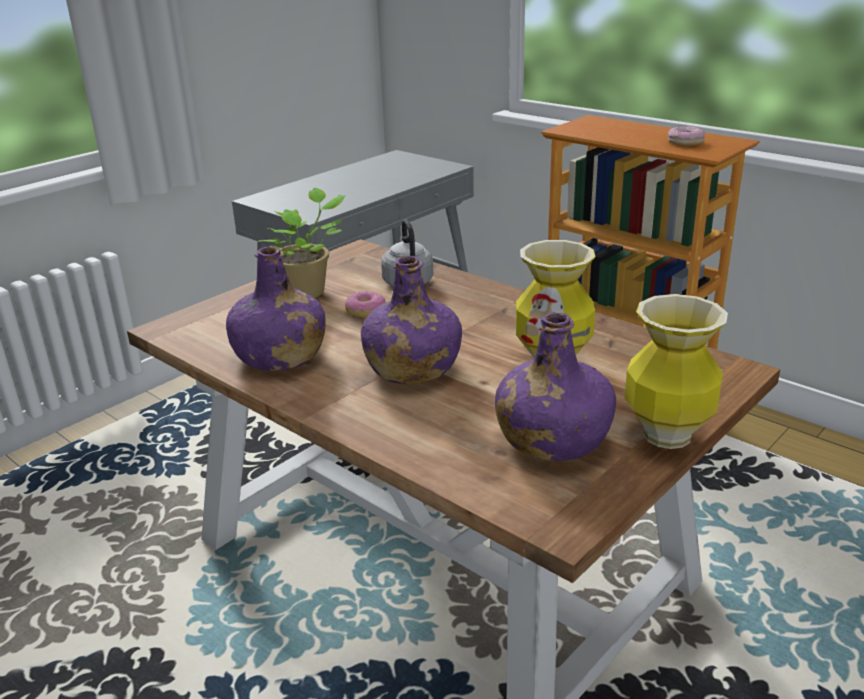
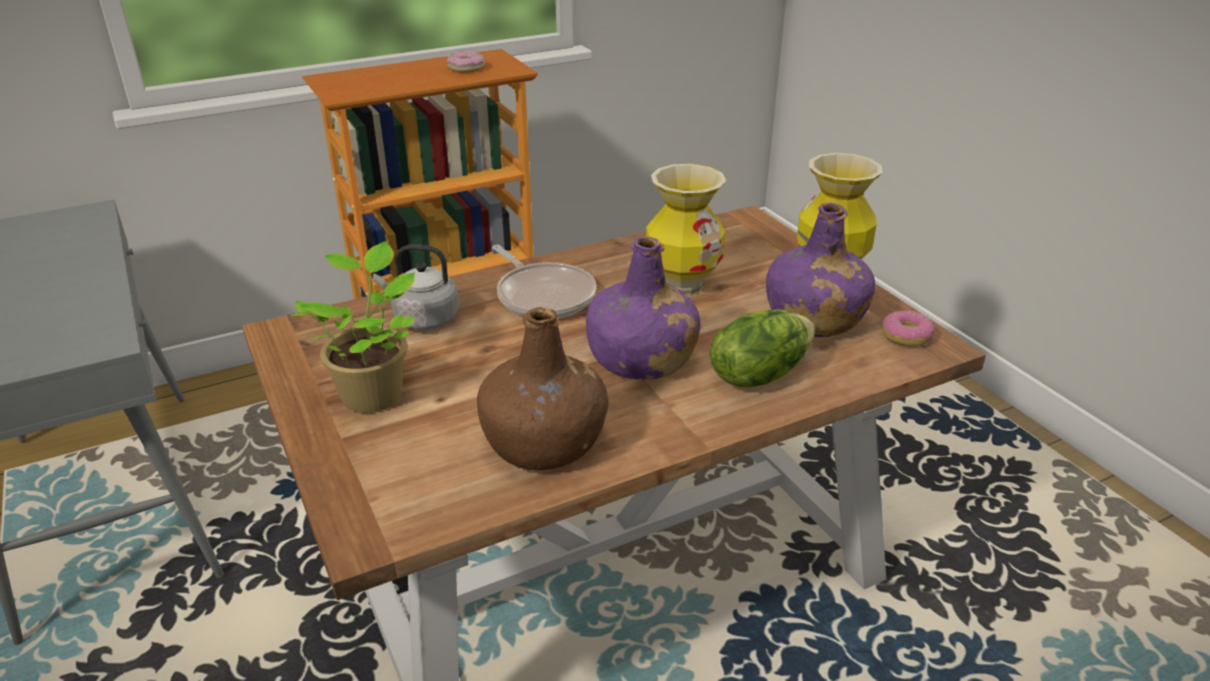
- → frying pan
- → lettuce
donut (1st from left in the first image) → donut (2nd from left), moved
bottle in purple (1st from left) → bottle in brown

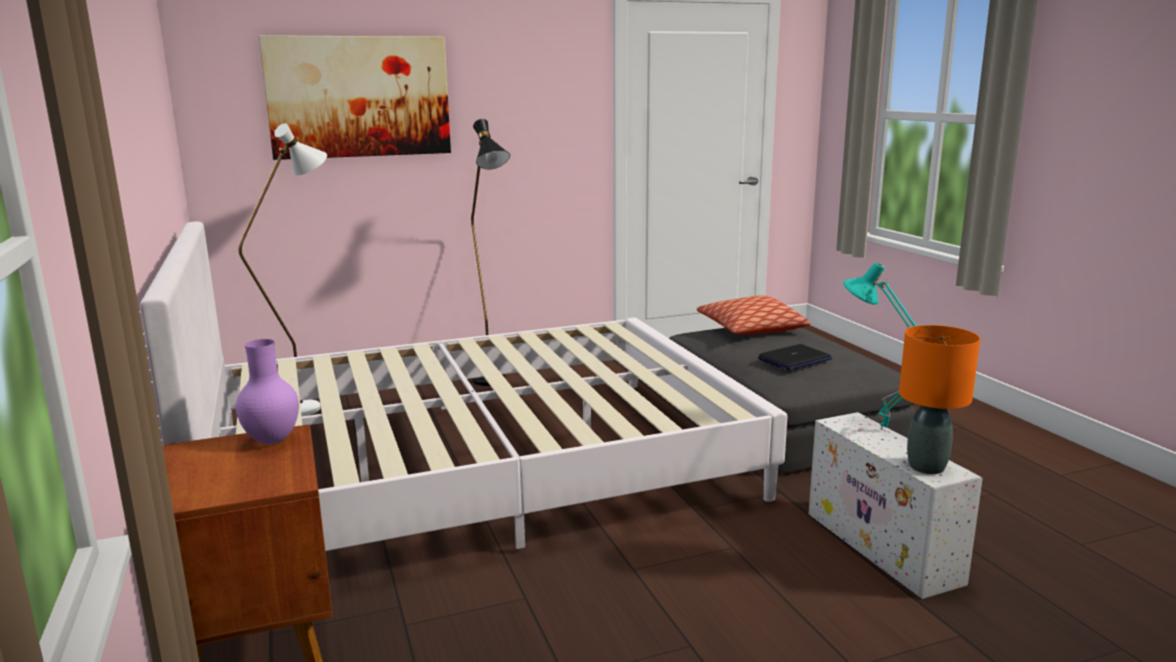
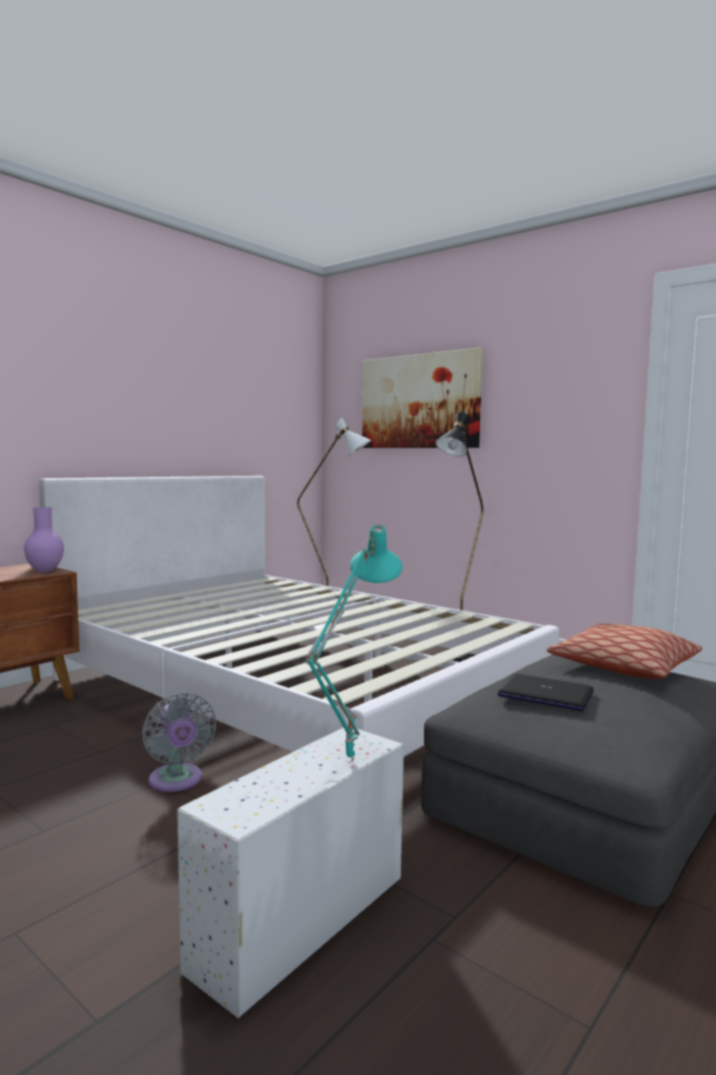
table lamp in orange → -
- → fan in grey

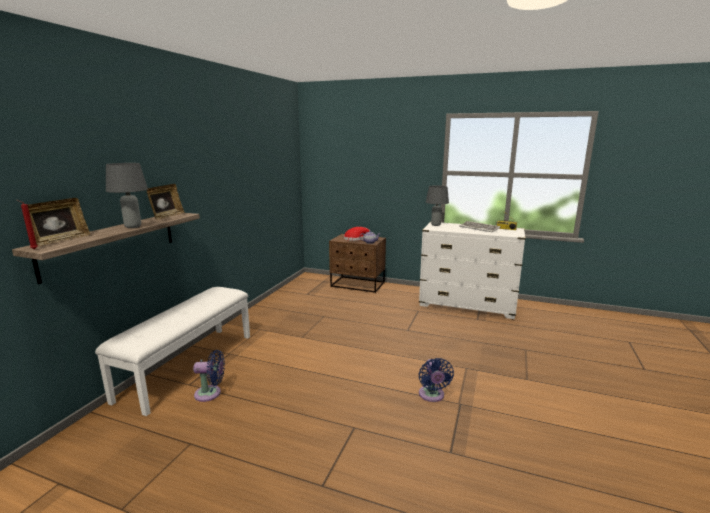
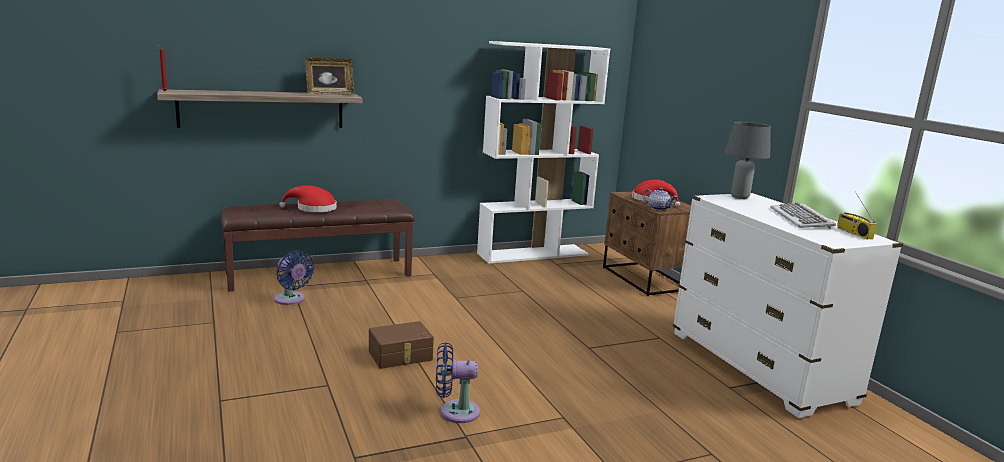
picture frame (1st from left) → -
table lamp in grey (1st from left) → -
- → hat in red (1st from left)
- → storage box in brown
- → bookcase in white
bench in white → bench in brown
fan in blue (2nd from left), 45 degrees clockwise

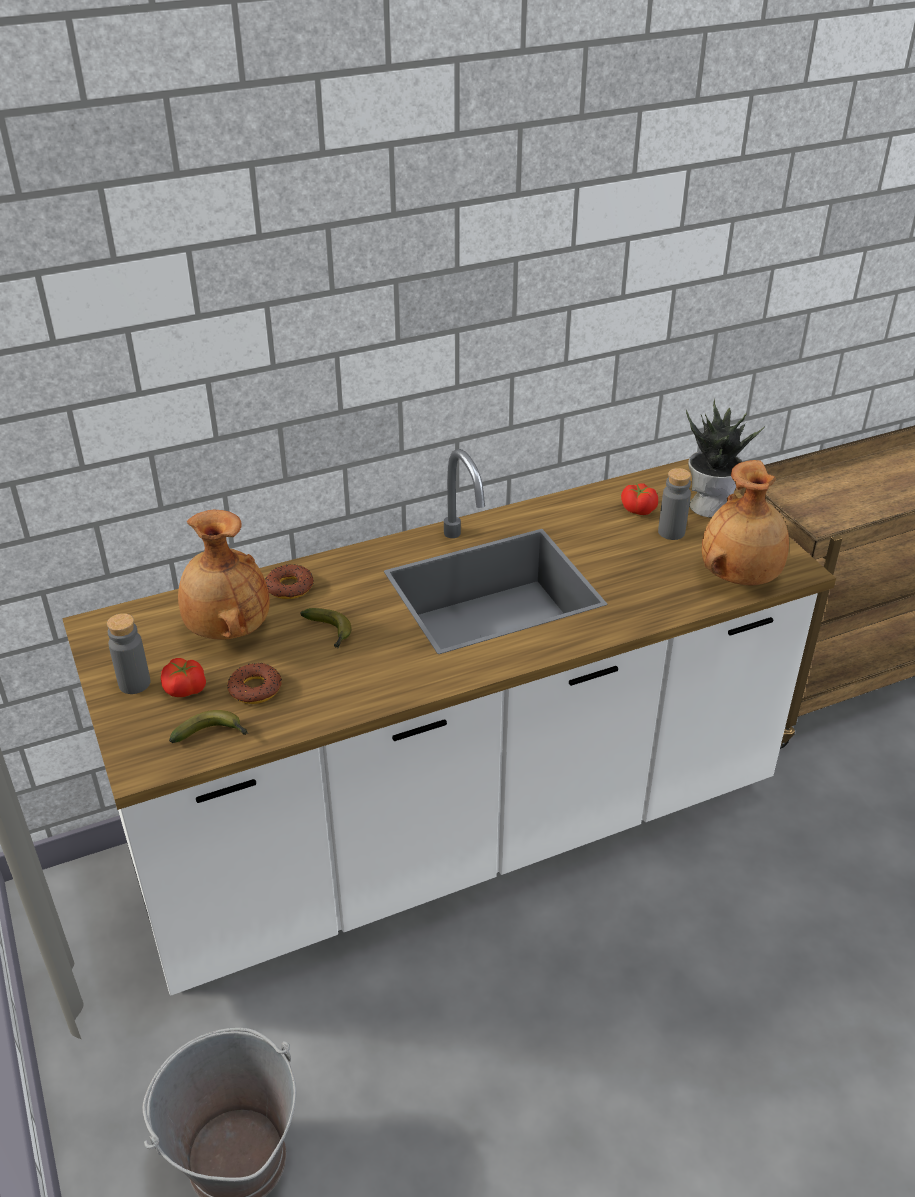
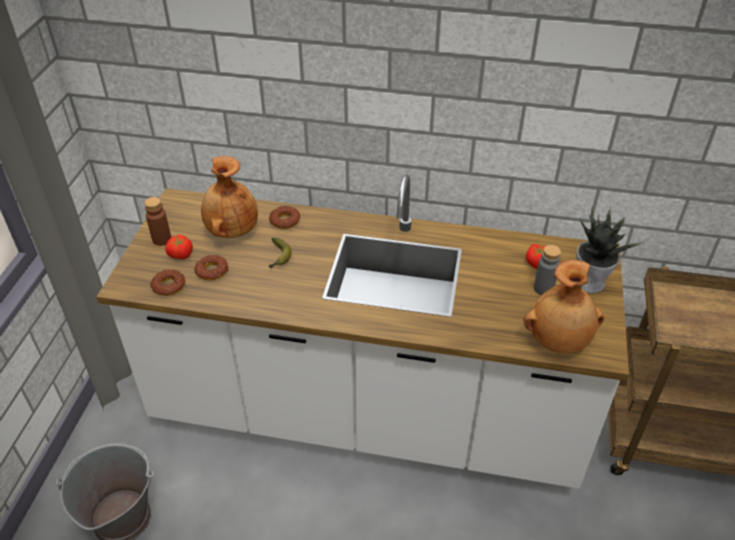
banana (1st from left) → donut (1st from left)
bottle in grey (1st from left) → bottle in brown

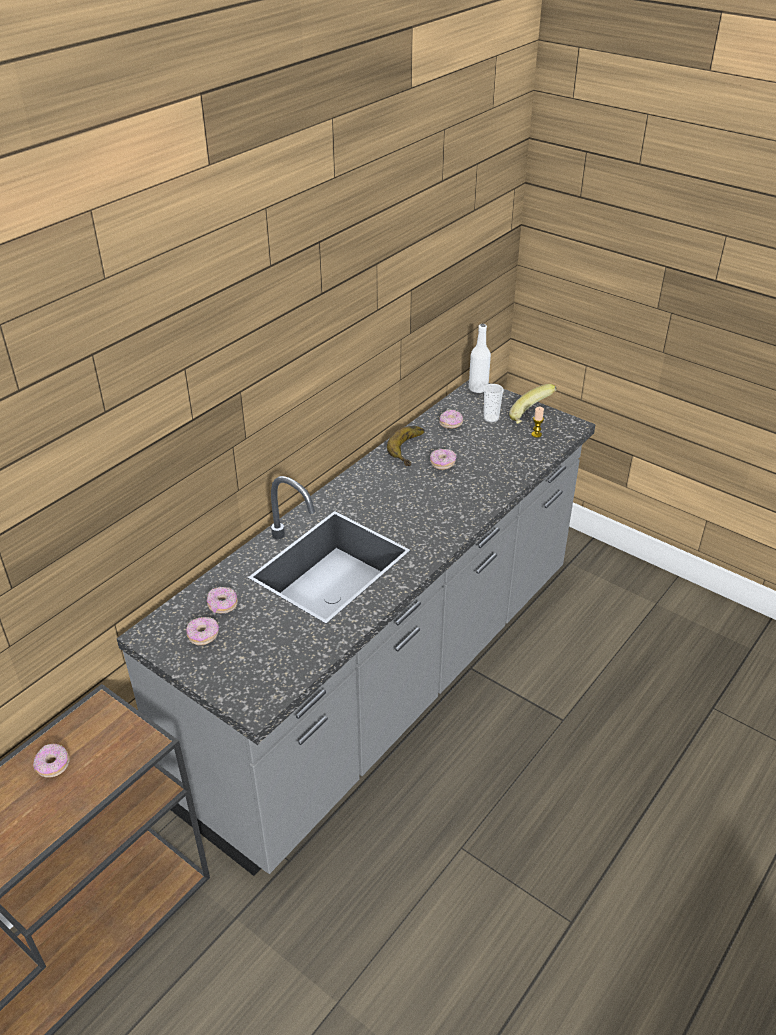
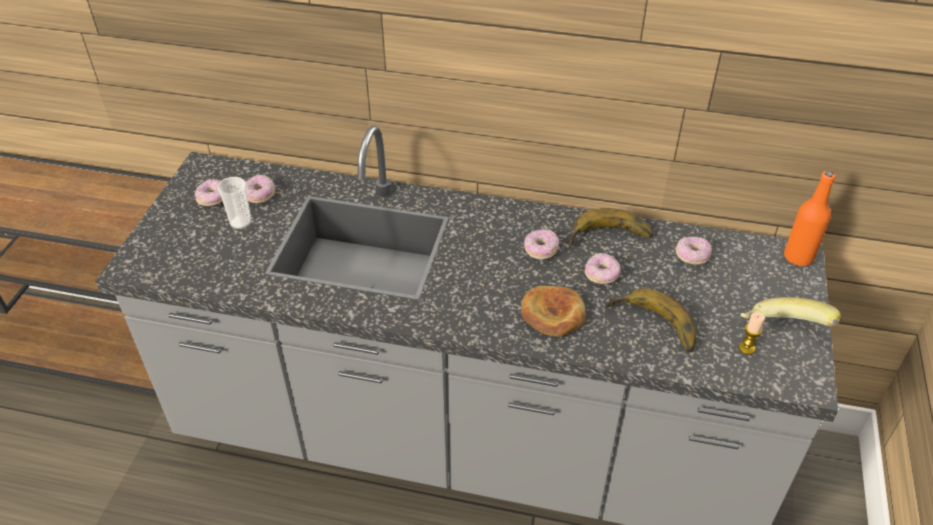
- → bread
- → banana (2nd from left)
donut (1st from left in the first image) → donut (3rd from left), moved
cup, moved
bottle in white → bottle in orange

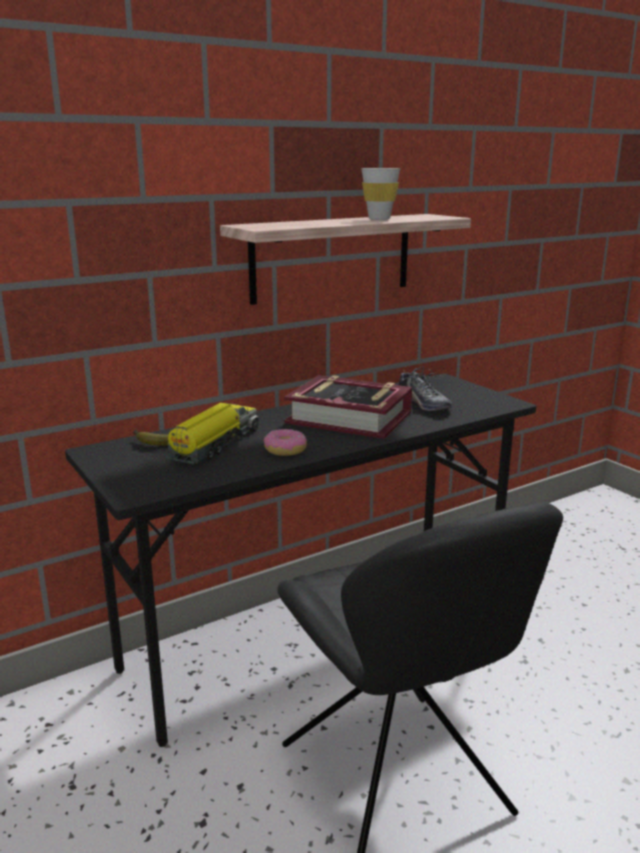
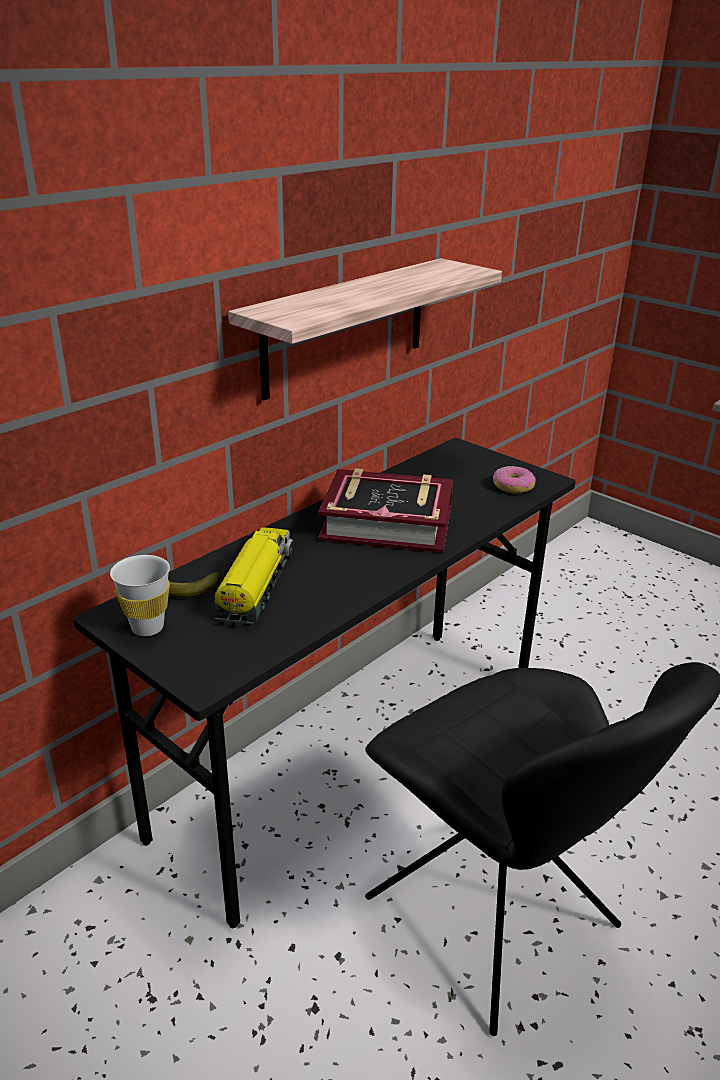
shoe → -
donut, moved
cup in white, moved

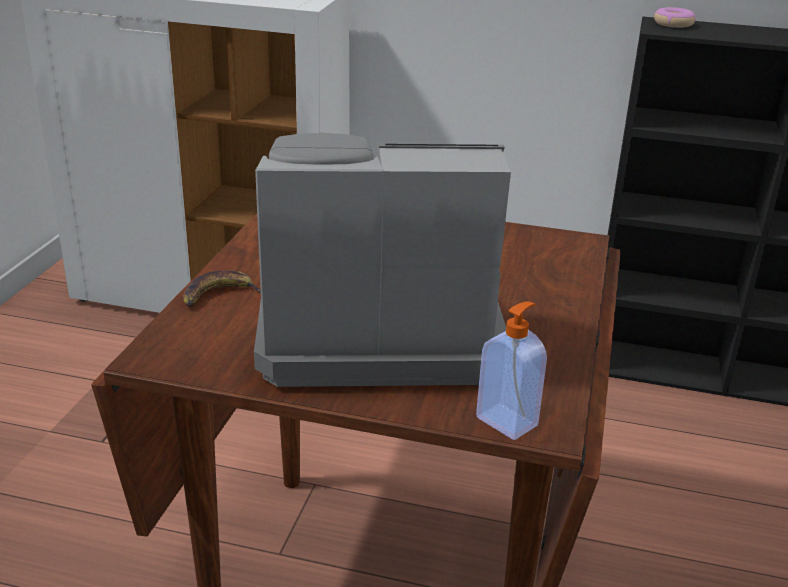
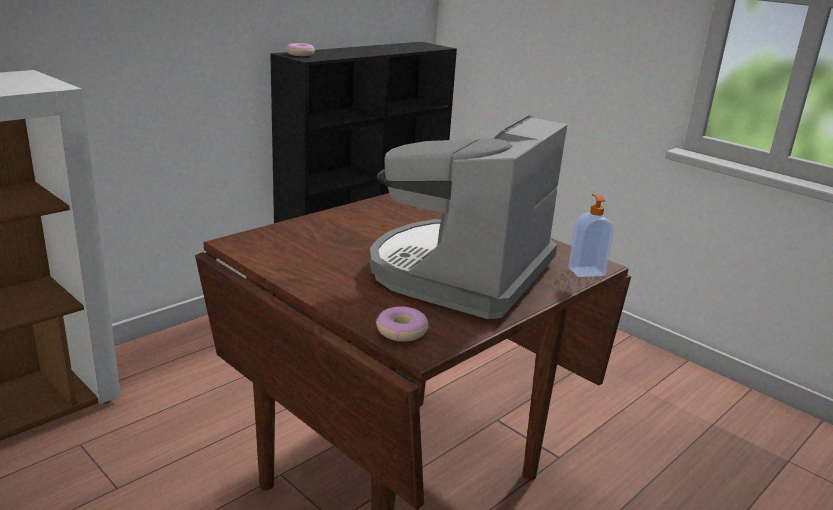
banana → -
- → donut (2nd from left)

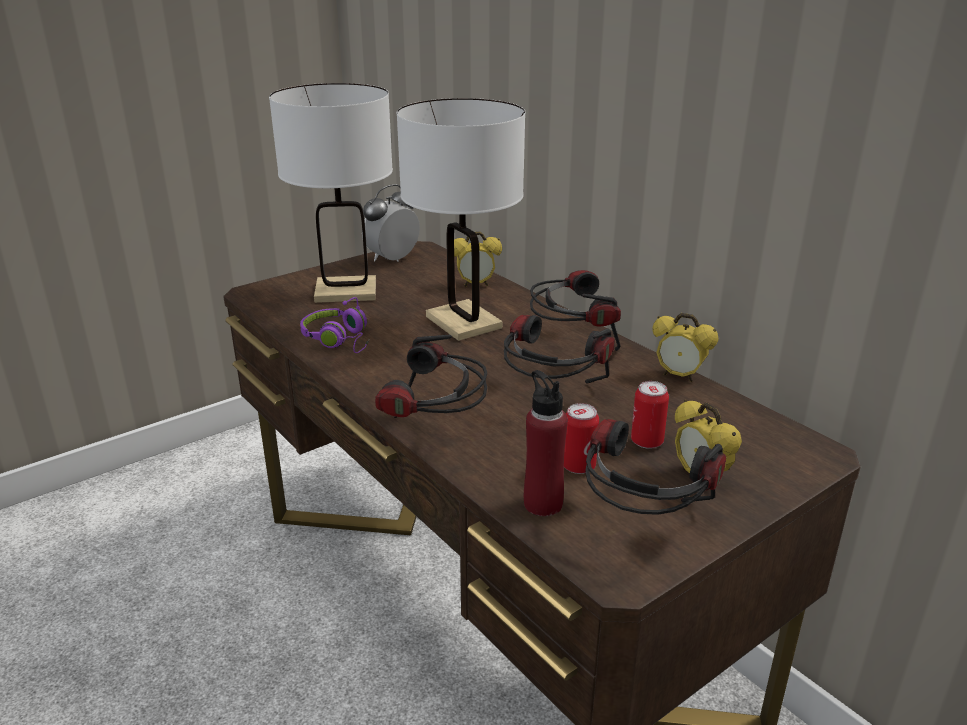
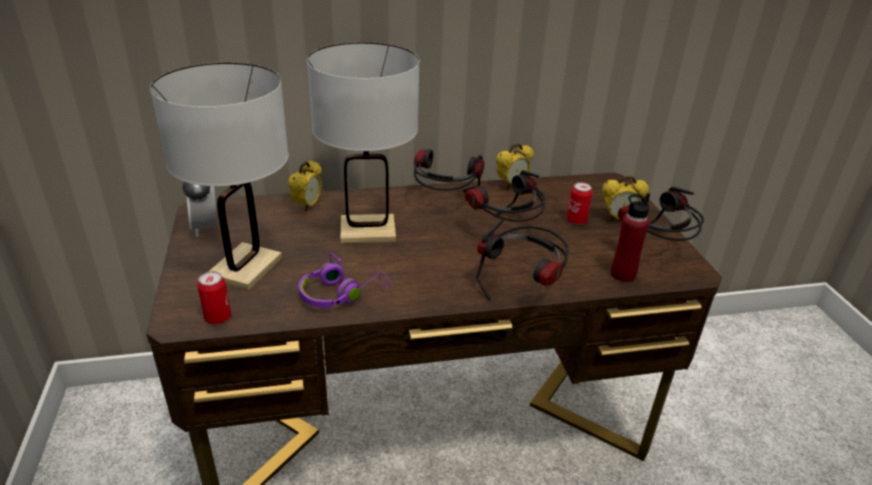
can (1st from left), moved

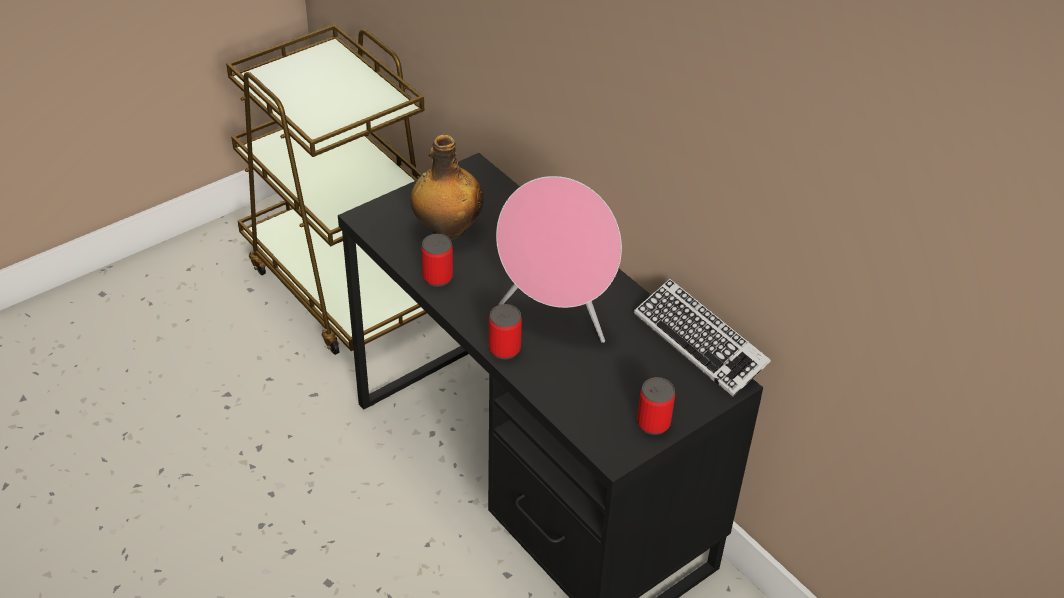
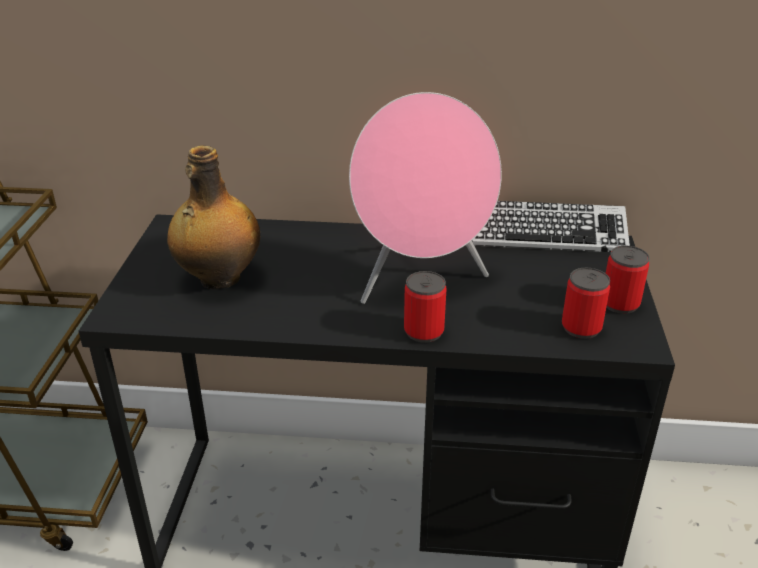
can (1st from left in the first image) → can (2nd from left), moved

